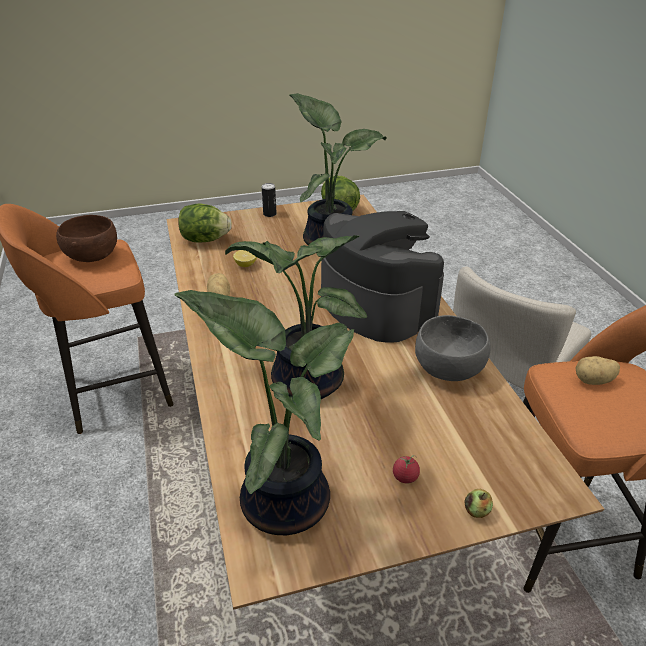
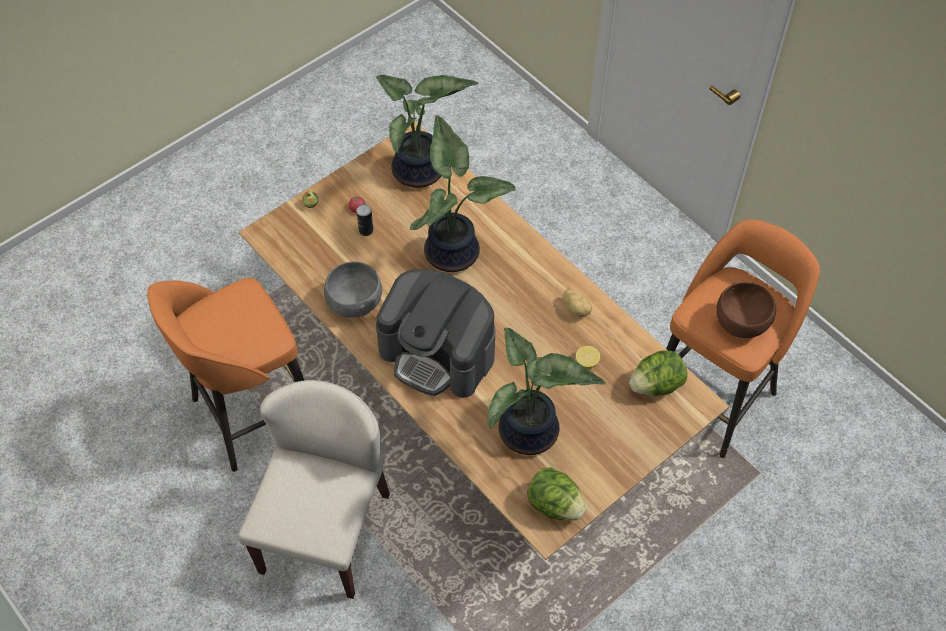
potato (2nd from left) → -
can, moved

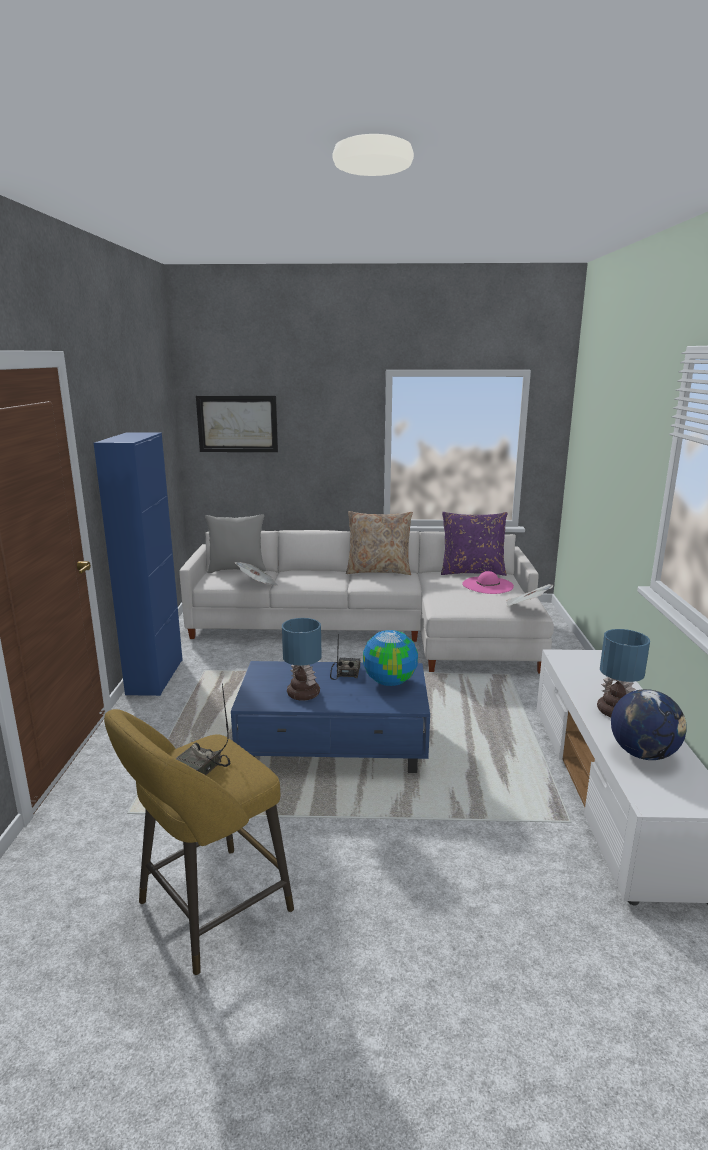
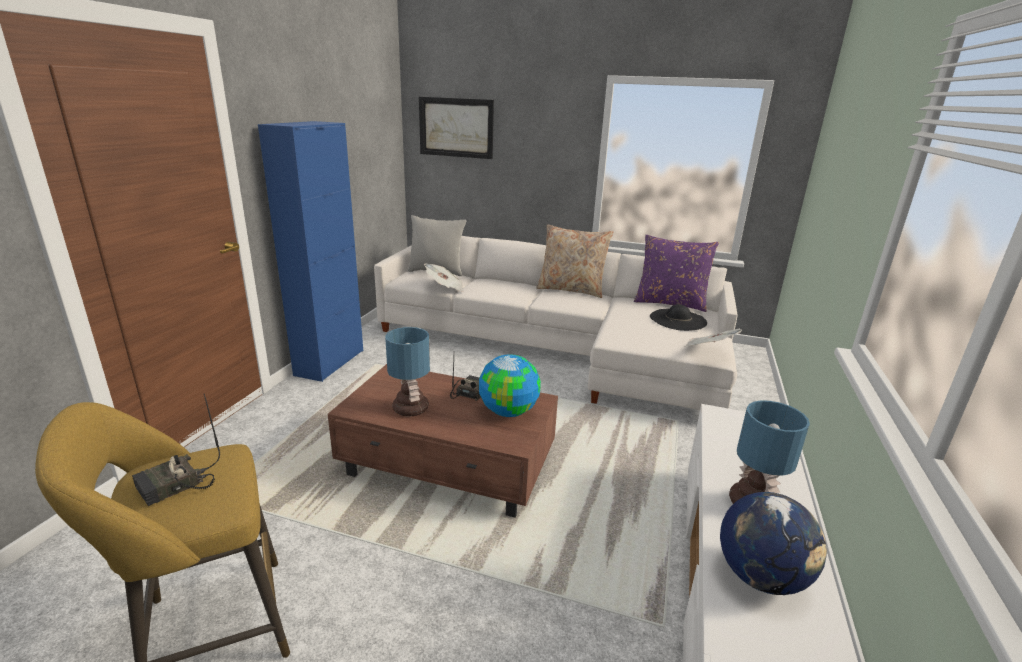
coffee table in blue → coffee table in brown
hat in pink → hat in black

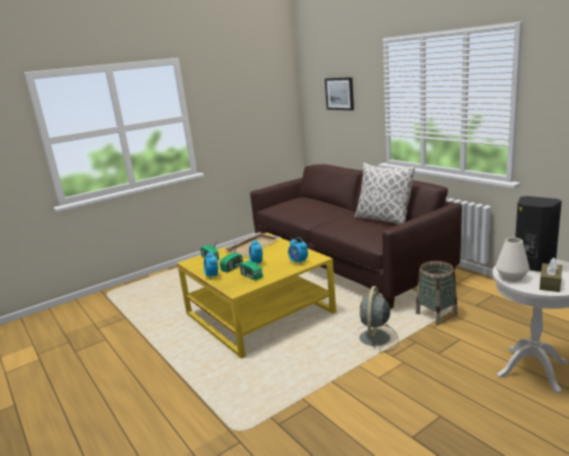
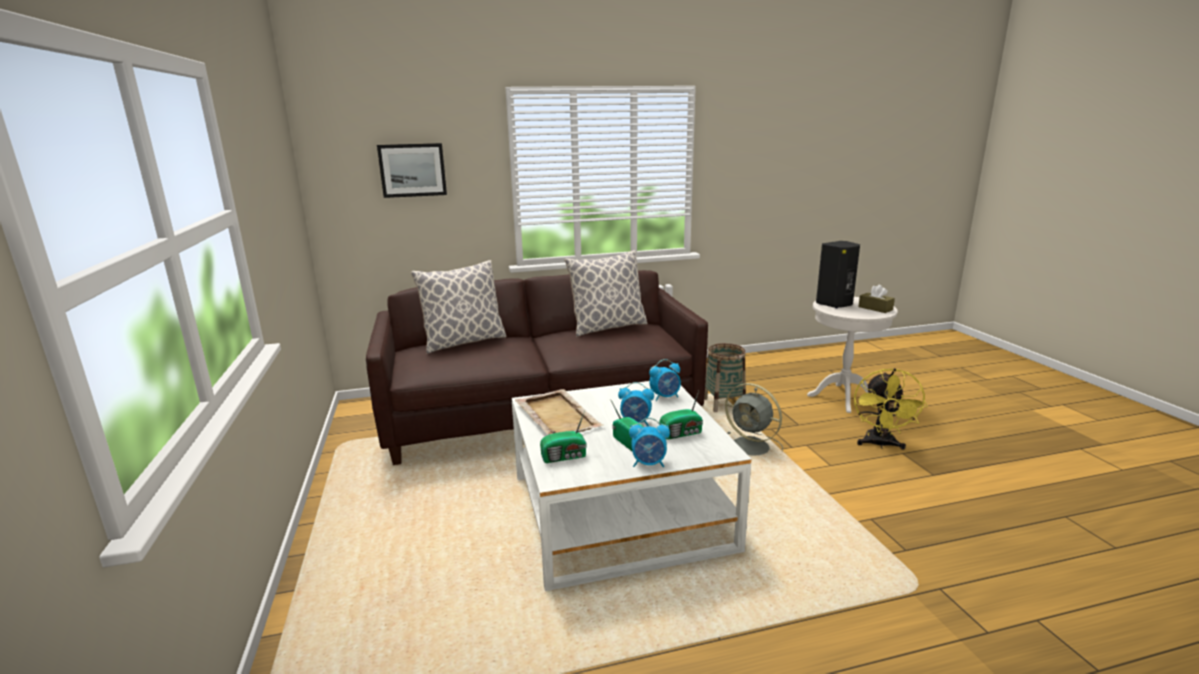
vase in white → -
- → pillow (1st from left)
- → fan in yellow
coffee table in yellow → coffee table in white

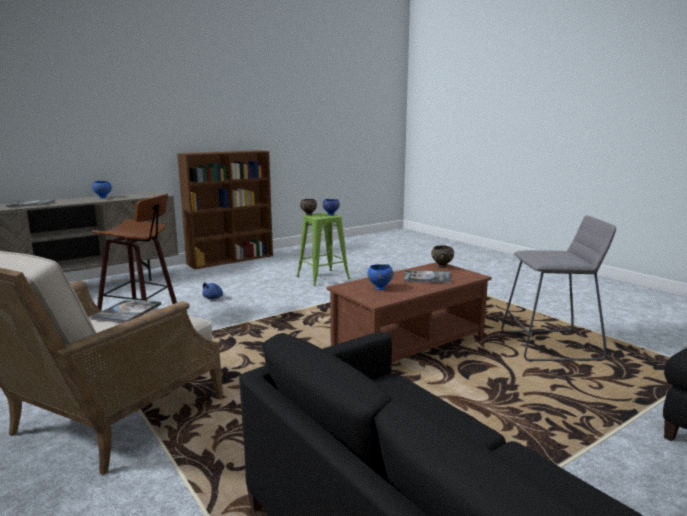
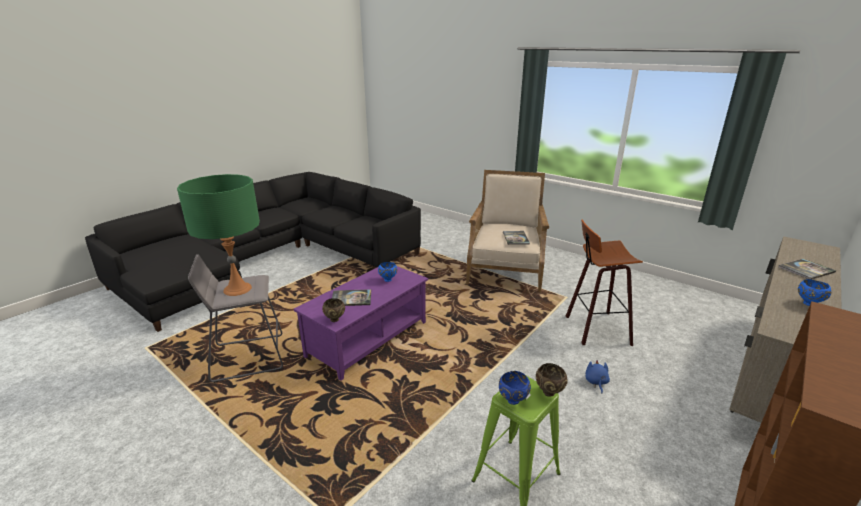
- → table lamp in green
coffee table in brown → coffee table in purple

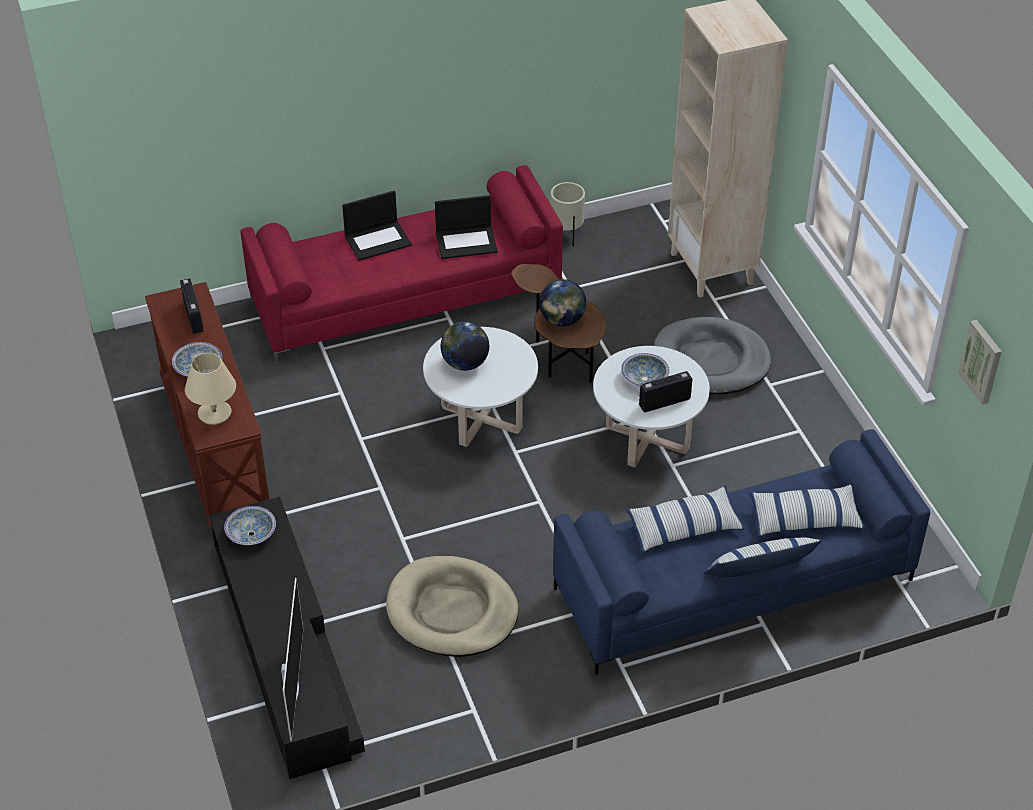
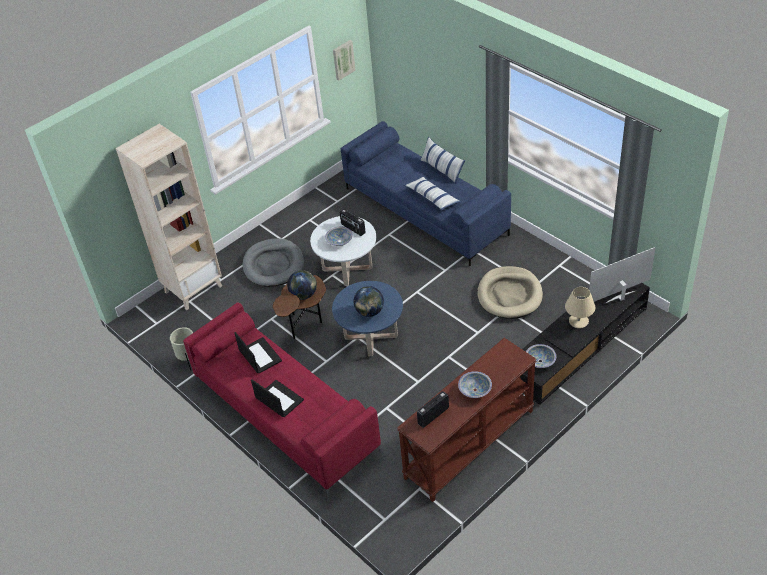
pillow (3rd from left) → -
table lamp in beige, moved
coffee table in white (1st from left) → coffee table in blue

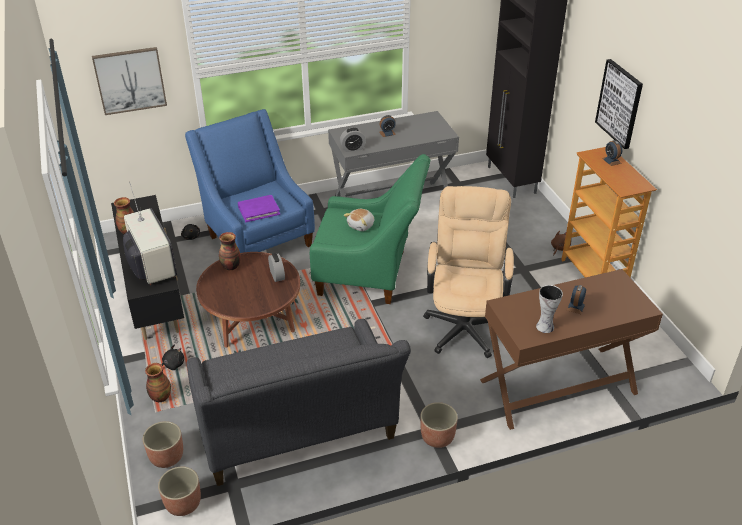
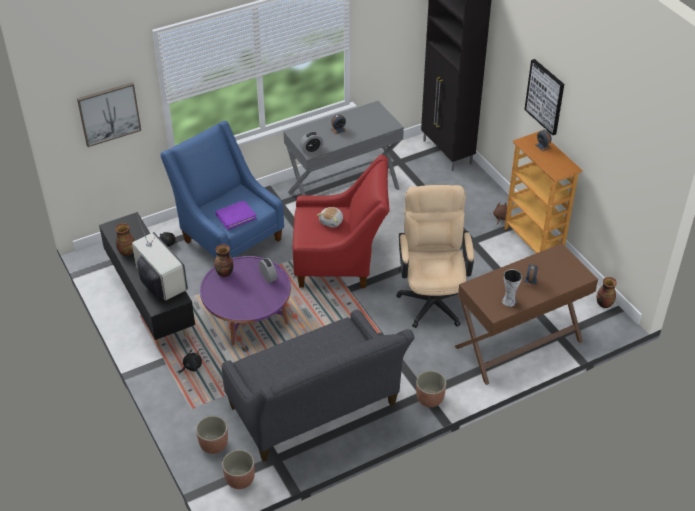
vase (2nd from left in the first image) → vase (4th from left), moved
coffee table in brown → coffee table in purple
armchair in green → armchair in red

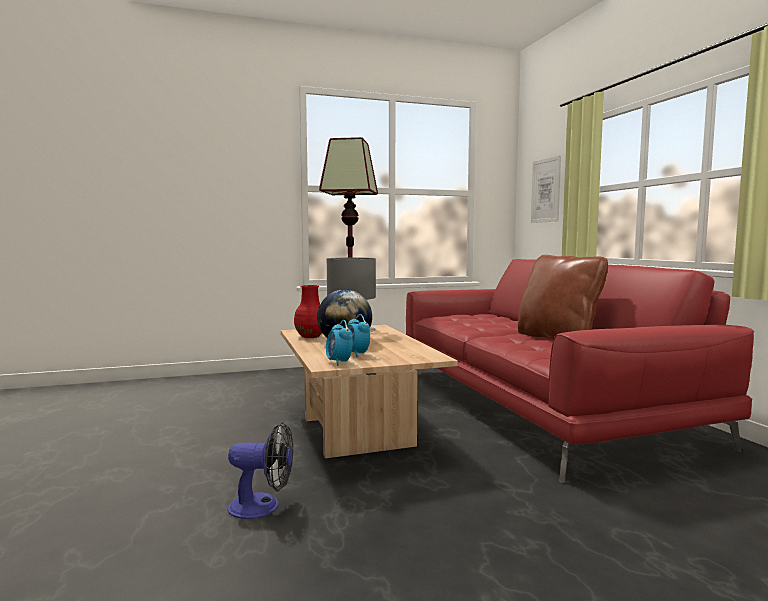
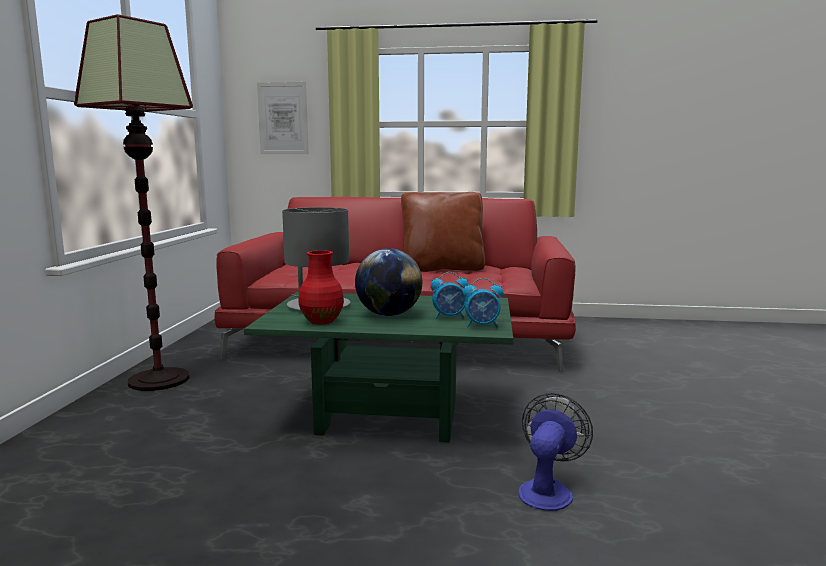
coffee table in beige → coffee table in green

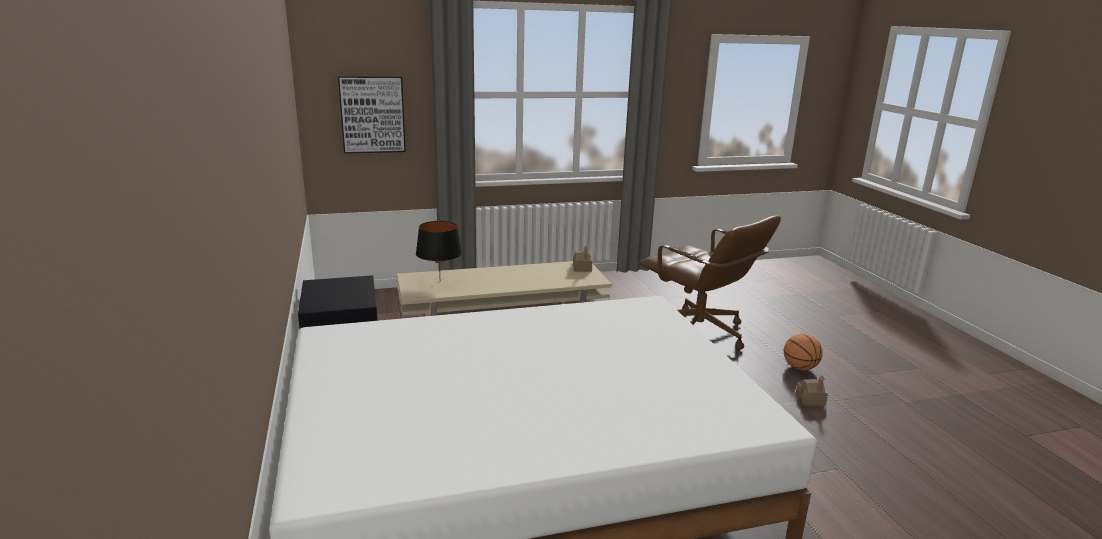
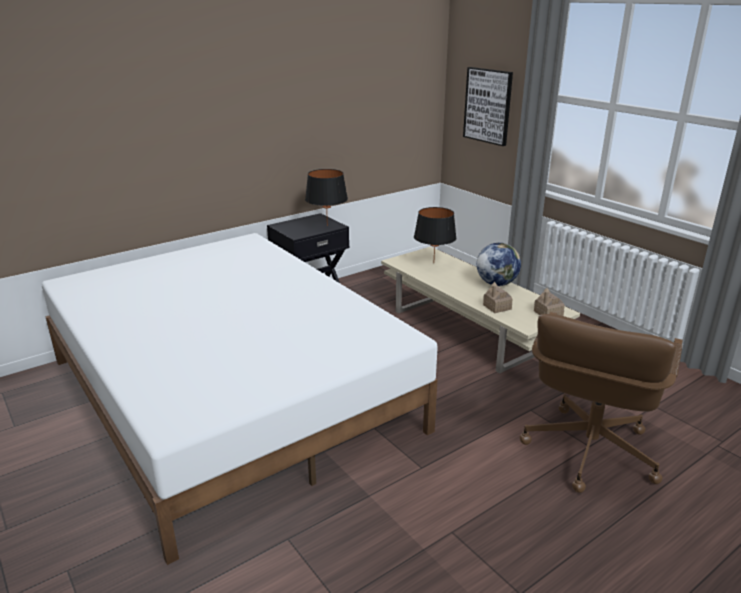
basketball → -
- → table lamp in black (1st from left)
- → globe
toy house (2nd from left in the first image) → toy house (1st from left), moved

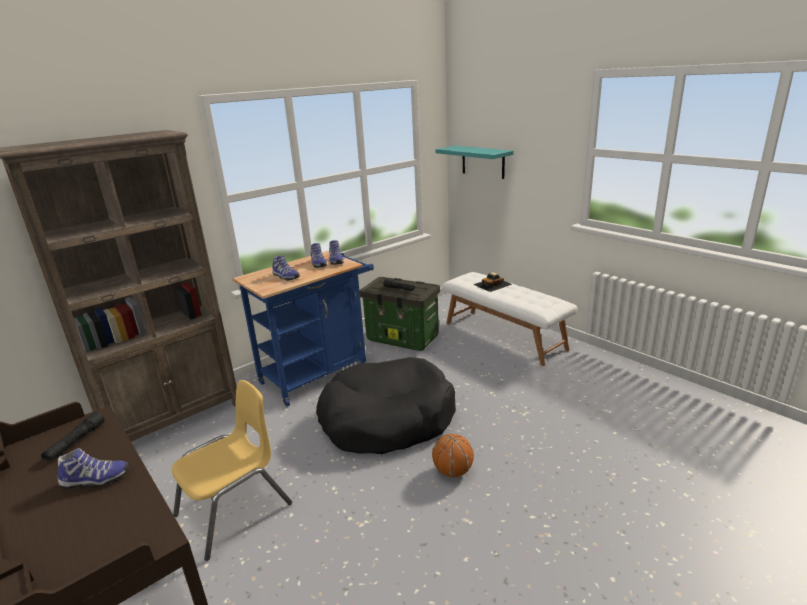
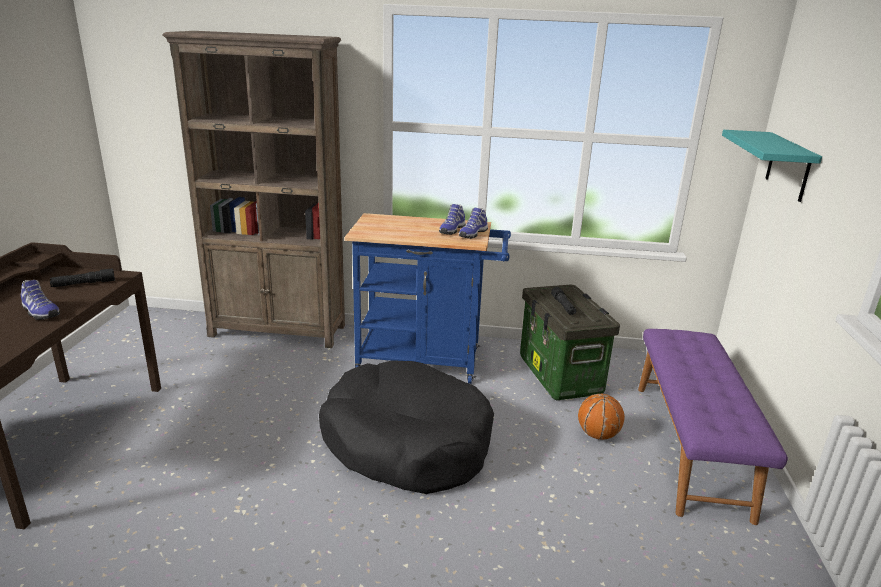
chair in yellow → -
shoe (2nd from left) → -
toy car → -
basketball, moved
bench in white → bench in purple

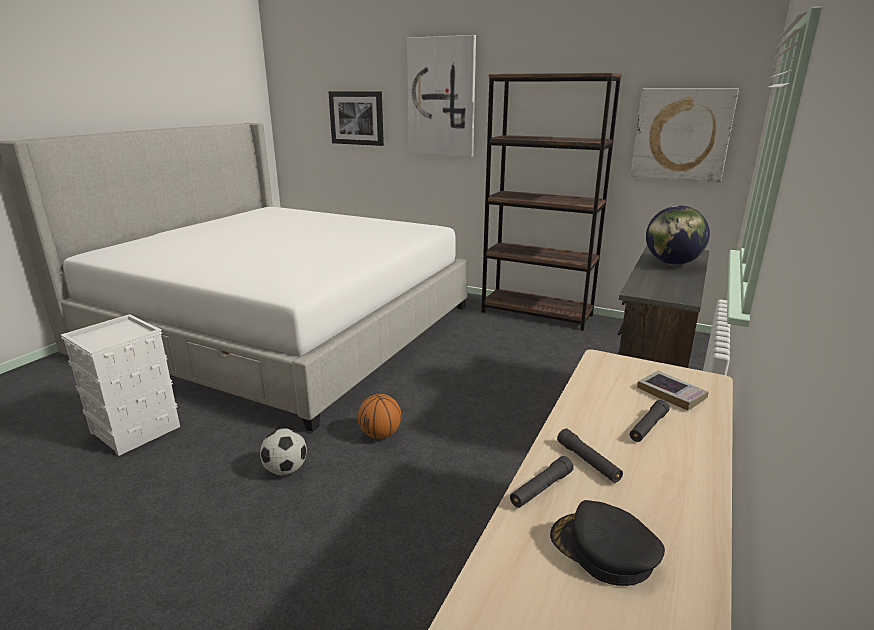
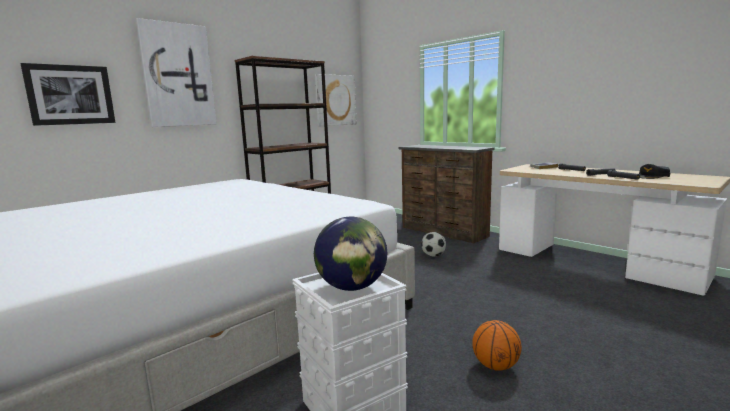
football, moved
basketball, moved
globe, moved

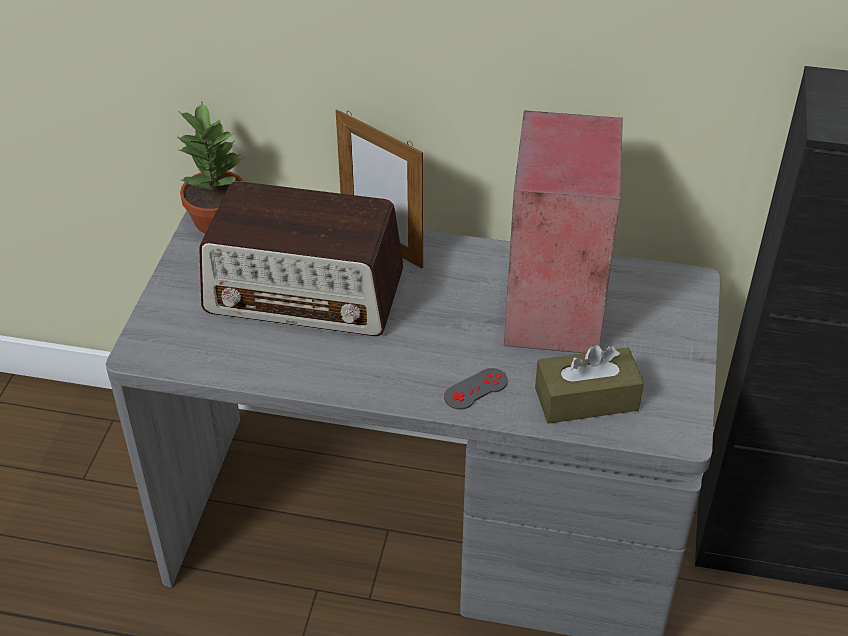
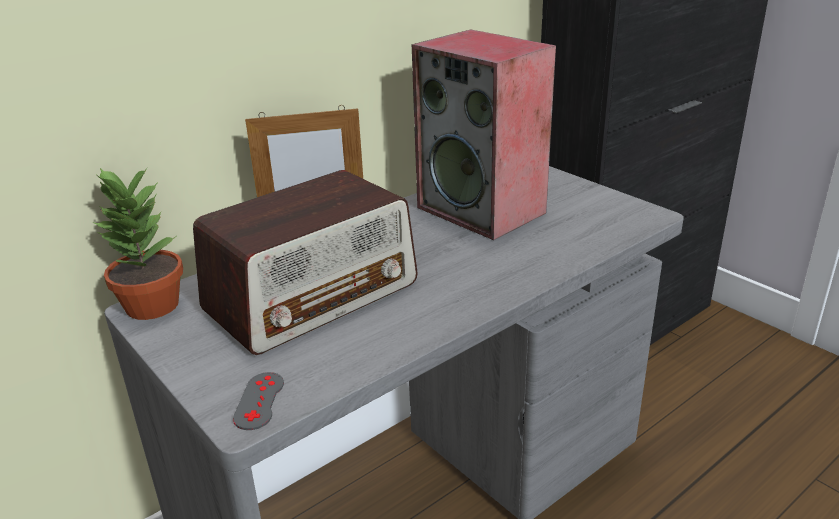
tissue box in brown → -
game controller in grey, moved

